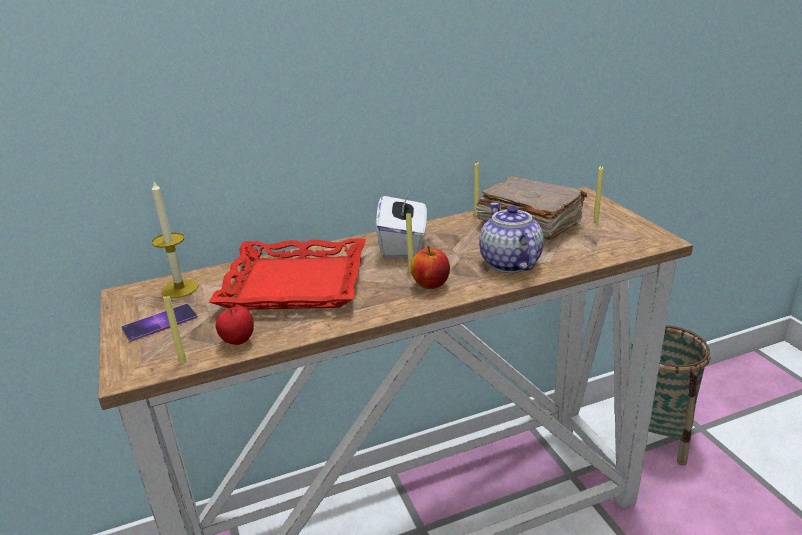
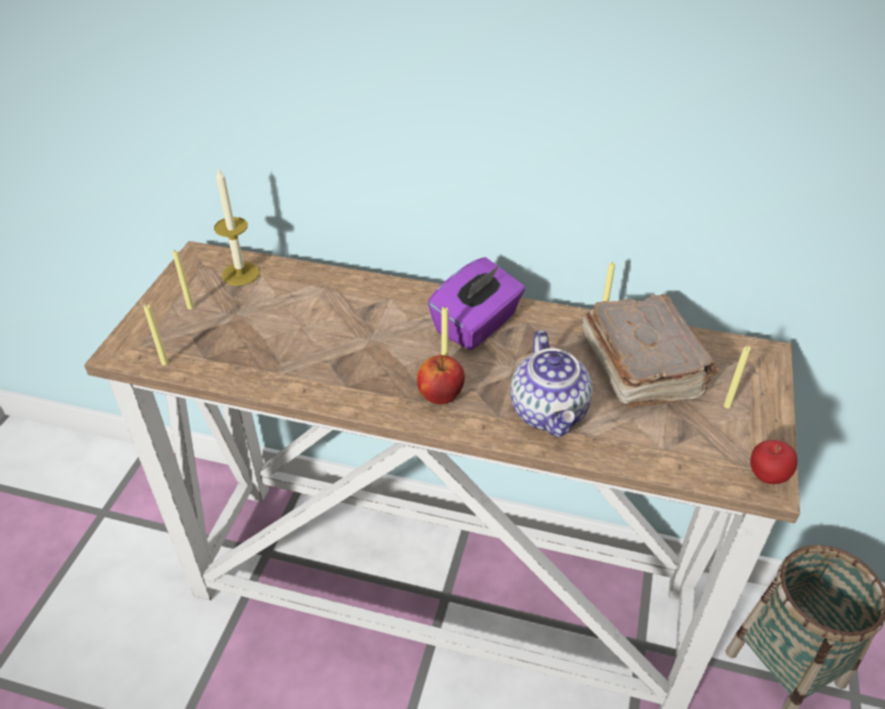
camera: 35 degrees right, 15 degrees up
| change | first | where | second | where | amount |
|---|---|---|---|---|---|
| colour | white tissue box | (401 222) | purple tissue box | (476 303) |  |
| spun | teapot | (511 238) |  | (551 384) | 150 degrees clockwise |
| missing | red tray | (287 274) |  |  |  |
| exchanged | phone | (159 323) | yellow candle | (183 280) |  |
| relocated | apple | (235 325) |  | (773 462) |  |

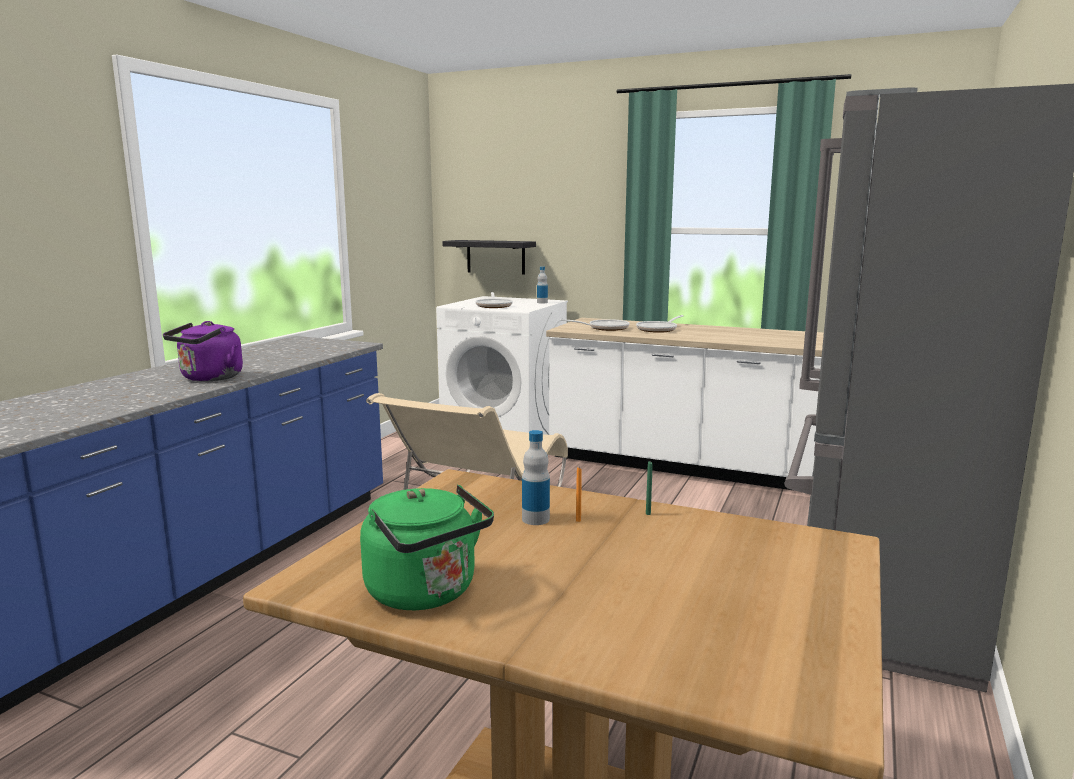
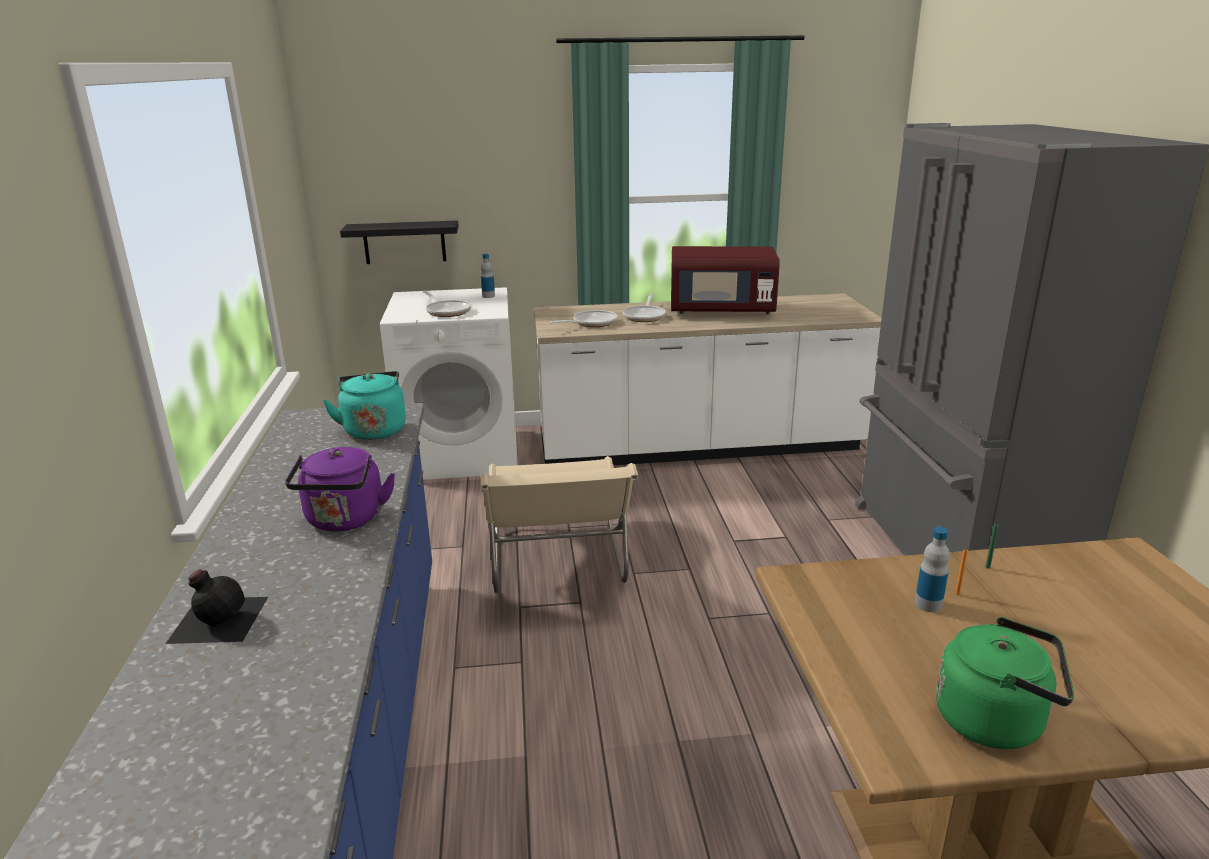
camera: 30 degrees left, 10 degrees up
| change | first | where | second | where | amount |
|---|---|---|---|---|---|
| appeared |  |  | red microwave | (725 280) |  |
| appeared |  |  | turquoise kettle | (364 405) |  |
| appeared |  |  | black bottle | (216 606) |  |

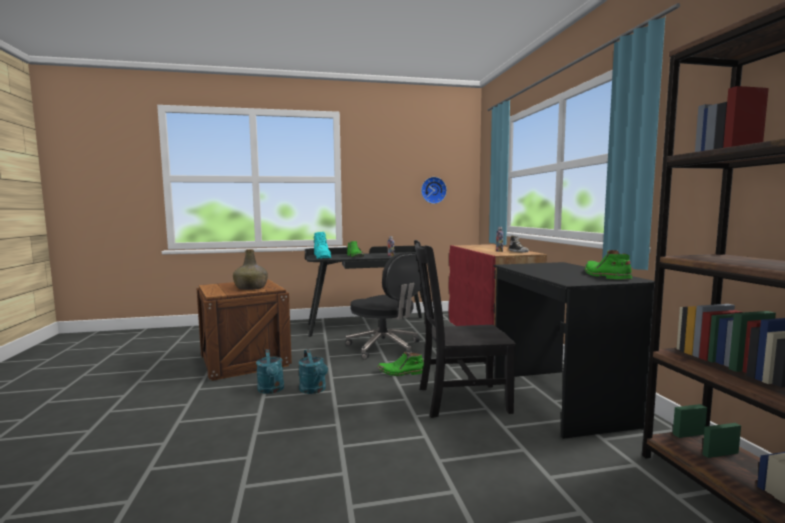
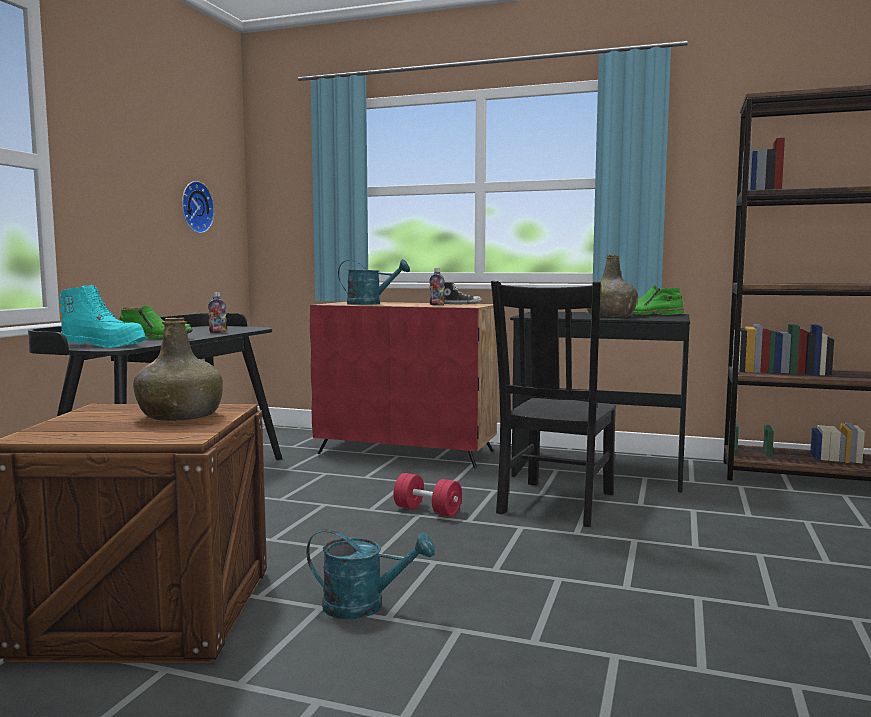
camera: 60 degrees left, 0 degrees up
| change | first | where | second | where | amount |
|---|---|---|---|---|---|
| missing | black office chair | (383 306) |  |  |  |
| relocated | turquoise watering can | (313 371) |  | (374 282) |  |
| exchanged | green boot | (400 364) | red dumbbell | (427 495) |  |
| appeared |  |  | green bottle | (612 286) |  |

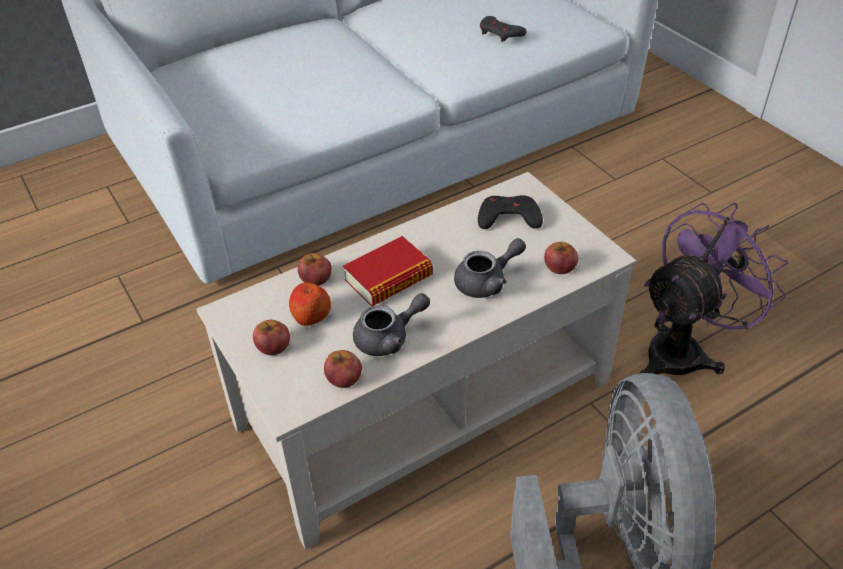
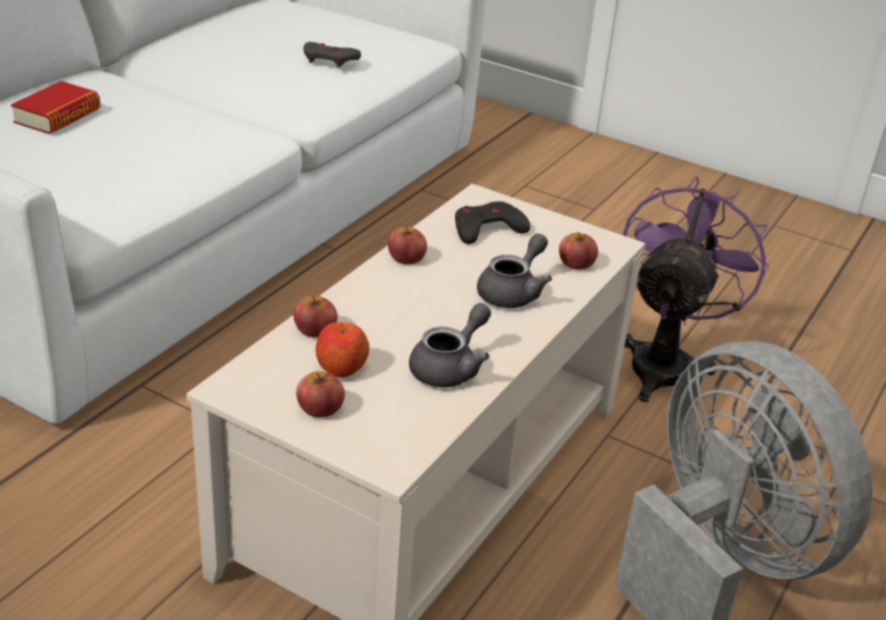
camera: 30 degrees left, 10 degrees down
| change | first | where | second | where | amount |
|---|---|---|---|---|---|
| relocated | book | (388 271) |  | (56 107) |  |
| relocated | apple | (343 369) |  | (407 244) |  |

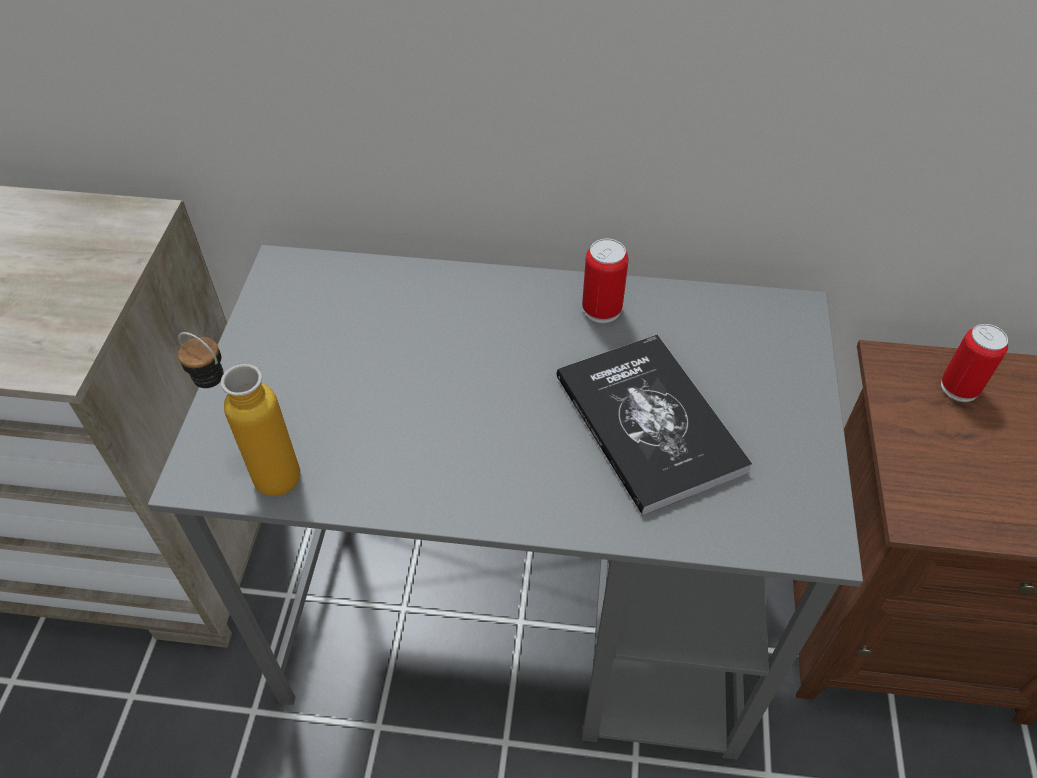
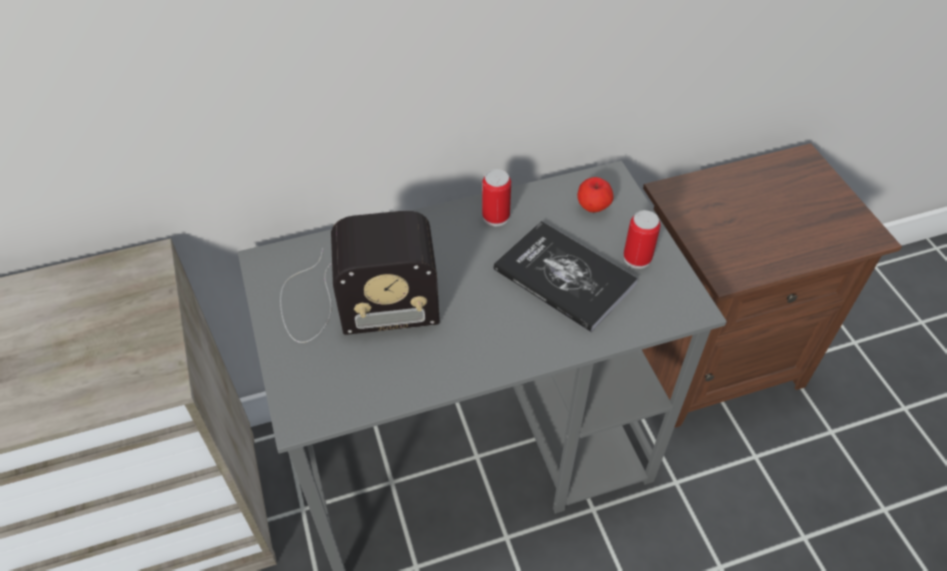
camera: 25 degrees left, 0 degrees up
| change | first | where | second | where | amount |
|---|---|---|---|---|---|
| relocated | can | (974 363) |  | (642 239) |  |
| missing | bottle | (239 414) |  |  |  |
| appeared |  |  | apple | (595 195) |  |
| appeared |  |  | radio | (360 277) |  |

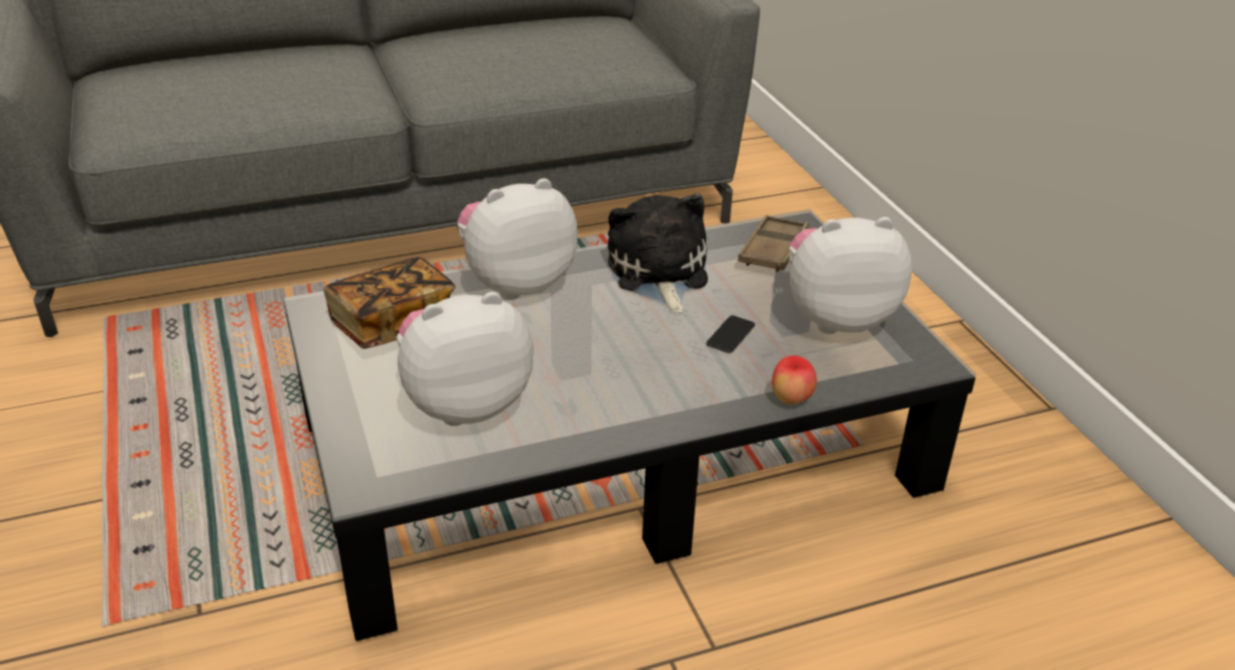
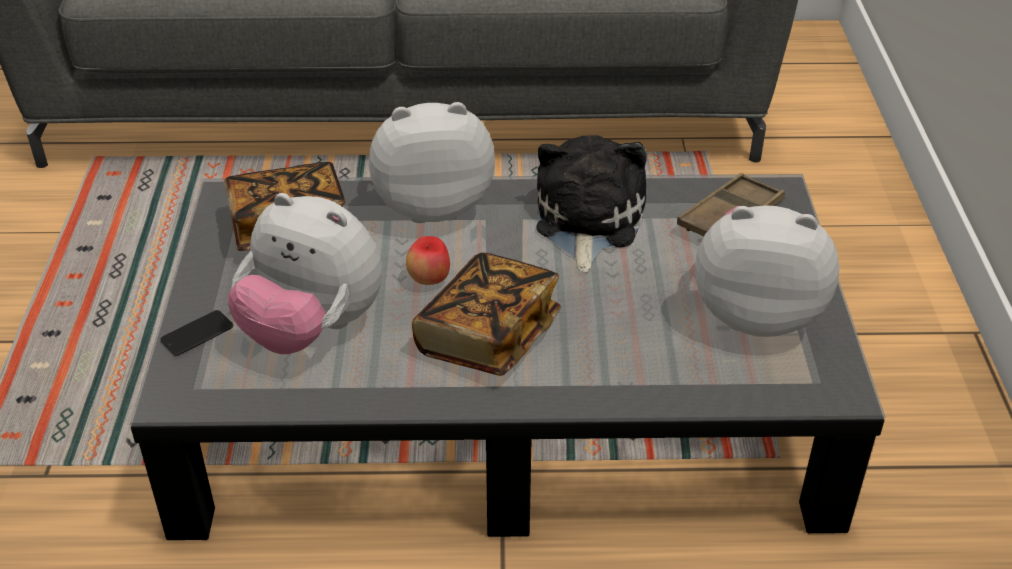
camera: 20 degrees right, 5 degrees up
| change | first | where | second | where | amount |
|---|---|---|---|---|---|
| spun | plush toy | (465 359) |  | (305 273) | 150 degrees counterclockwise |
| relocated | phone | (730 334) |  | (196 333) |  |
| relocated | apple | (794 379) |  | (428 260) |  |
| appeared |  |  | book | (486 314) |  |

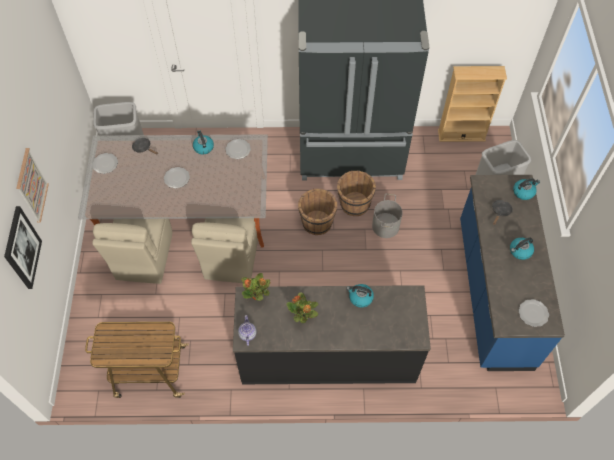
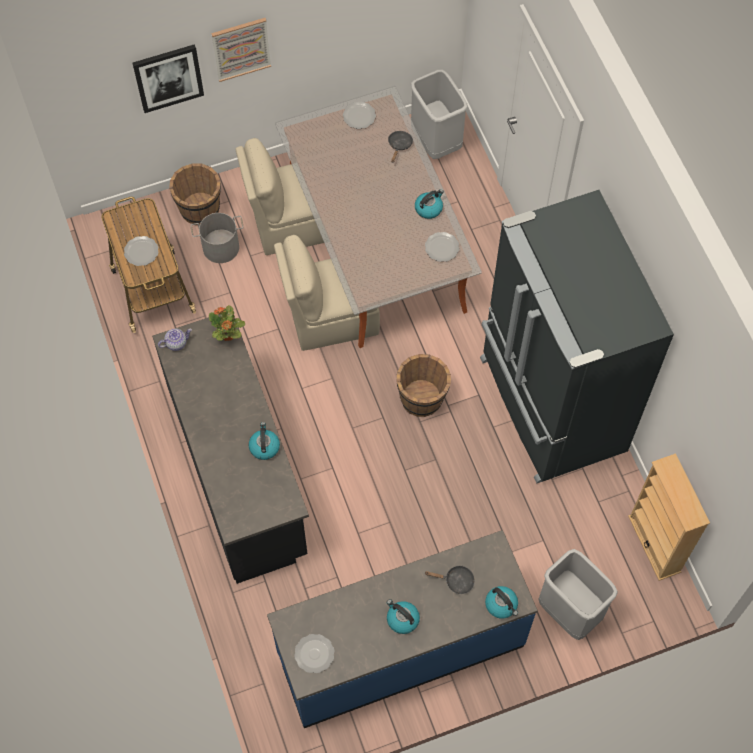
camera: 70 degrees right, 5 degrees up
| change | first | where | second | where | amount |
|---|---|---|---|---|---|
| relocated | plate | (177 178) |  | (141 251) |  |
| relocated | brown bucket | (356 193) |  | (195 194) |  |
| relocated | grey bucket | (387 216) |  | (217 238) |  |
| missing | potted plant | (302 307) |  |  |  |

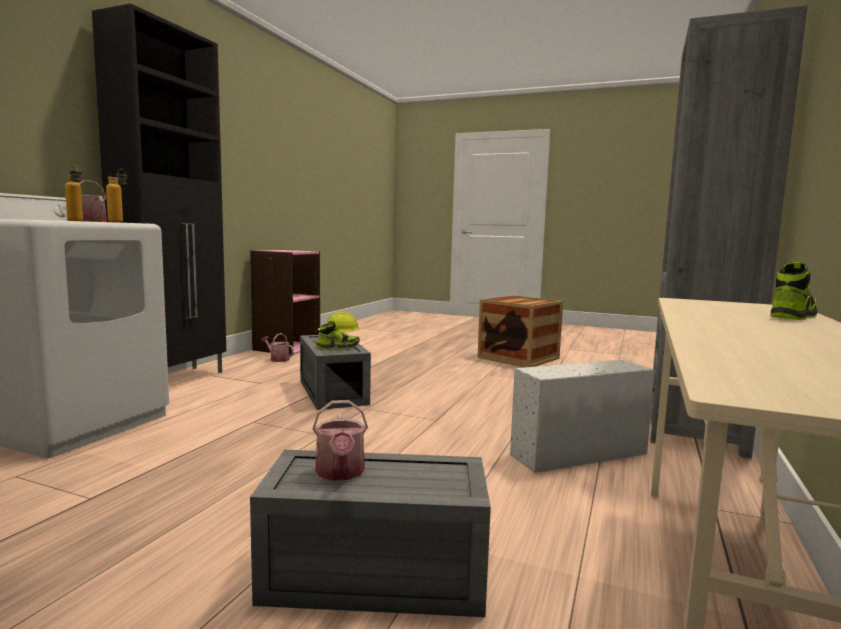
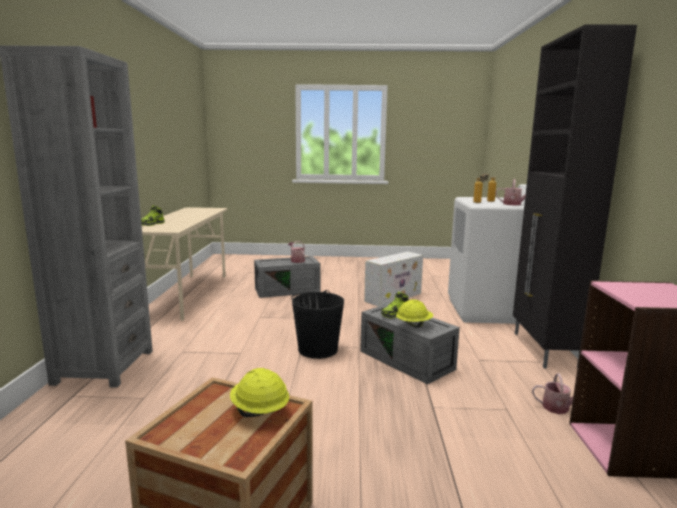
camera: 160 degrees right, 5 degrees up
| change | first | where | second | where | amount |
|---|---|---|---|---|---|
| relocated | white storage box | (582 416) |  | (393 279) |  |
| appeared |  |  | black bucket | (317 324) |  |
| appeared |  |  | yellow hard hat | (259 392) |  |

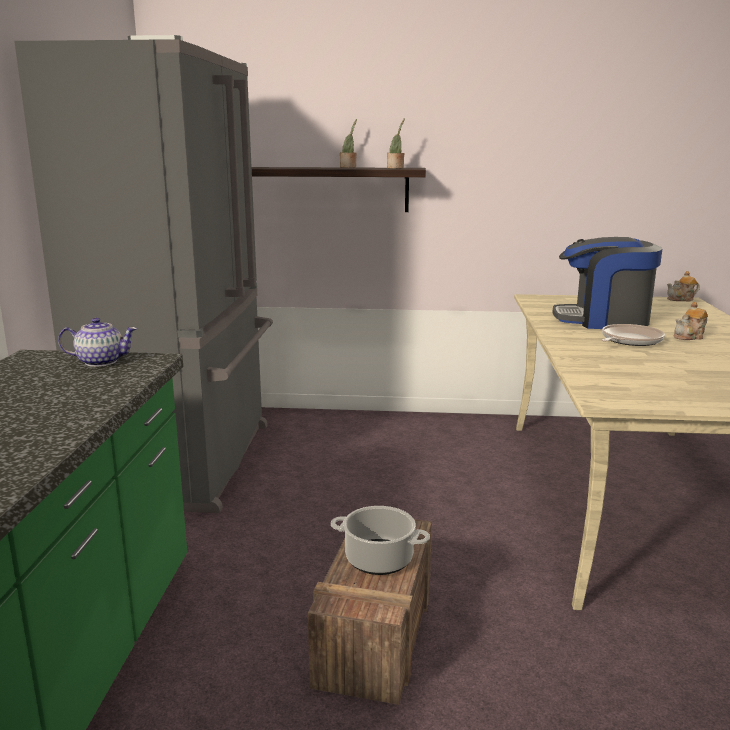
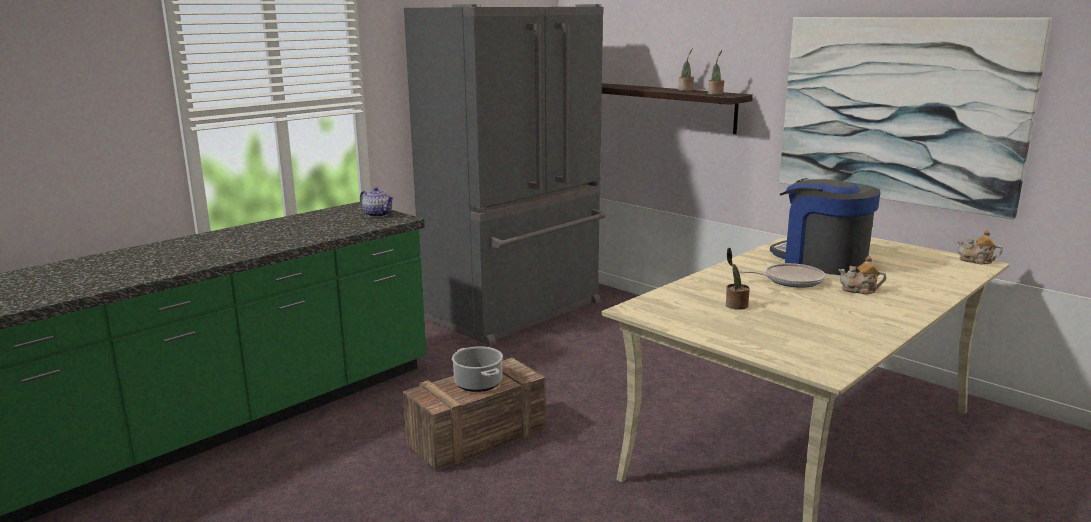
camera: 40 degrees right, 0 degrees up
| change | first | where | second | where | amount |
|---|---|---|---|---|---|
| appeared |  |  | picture | (915 118) |  |
| appeared |  |  | potted plant | (738 279) |  |

